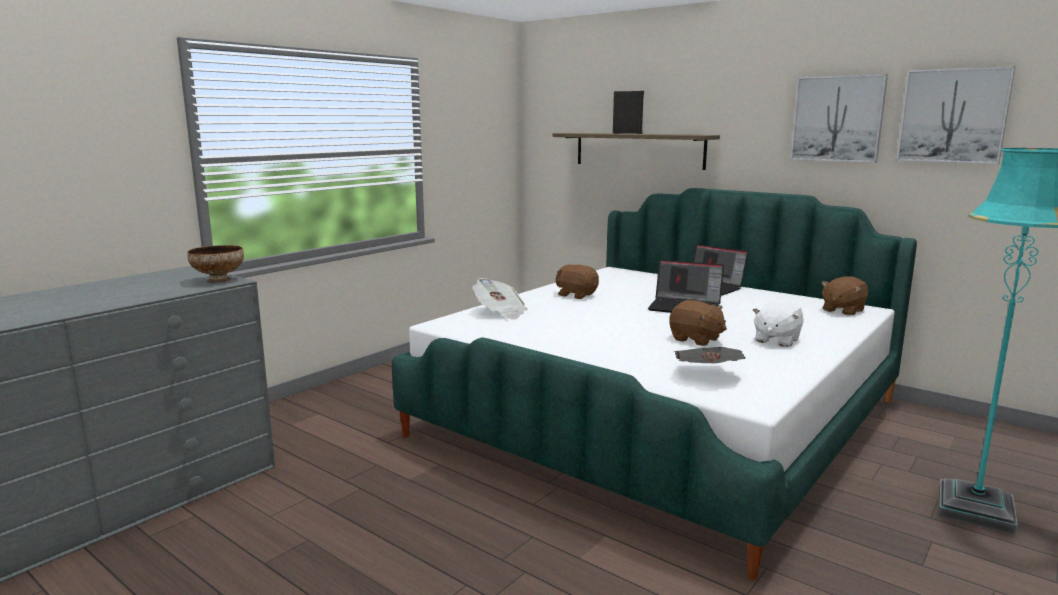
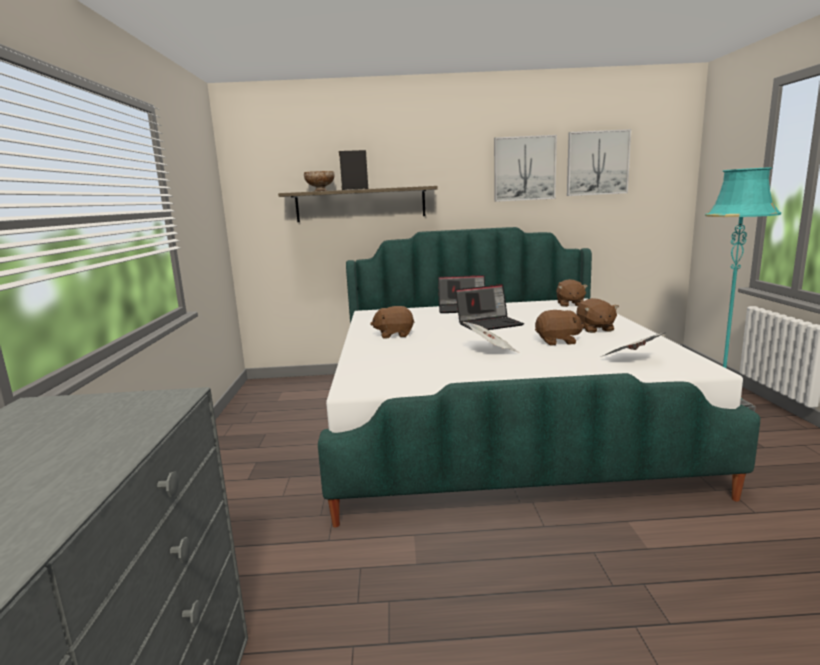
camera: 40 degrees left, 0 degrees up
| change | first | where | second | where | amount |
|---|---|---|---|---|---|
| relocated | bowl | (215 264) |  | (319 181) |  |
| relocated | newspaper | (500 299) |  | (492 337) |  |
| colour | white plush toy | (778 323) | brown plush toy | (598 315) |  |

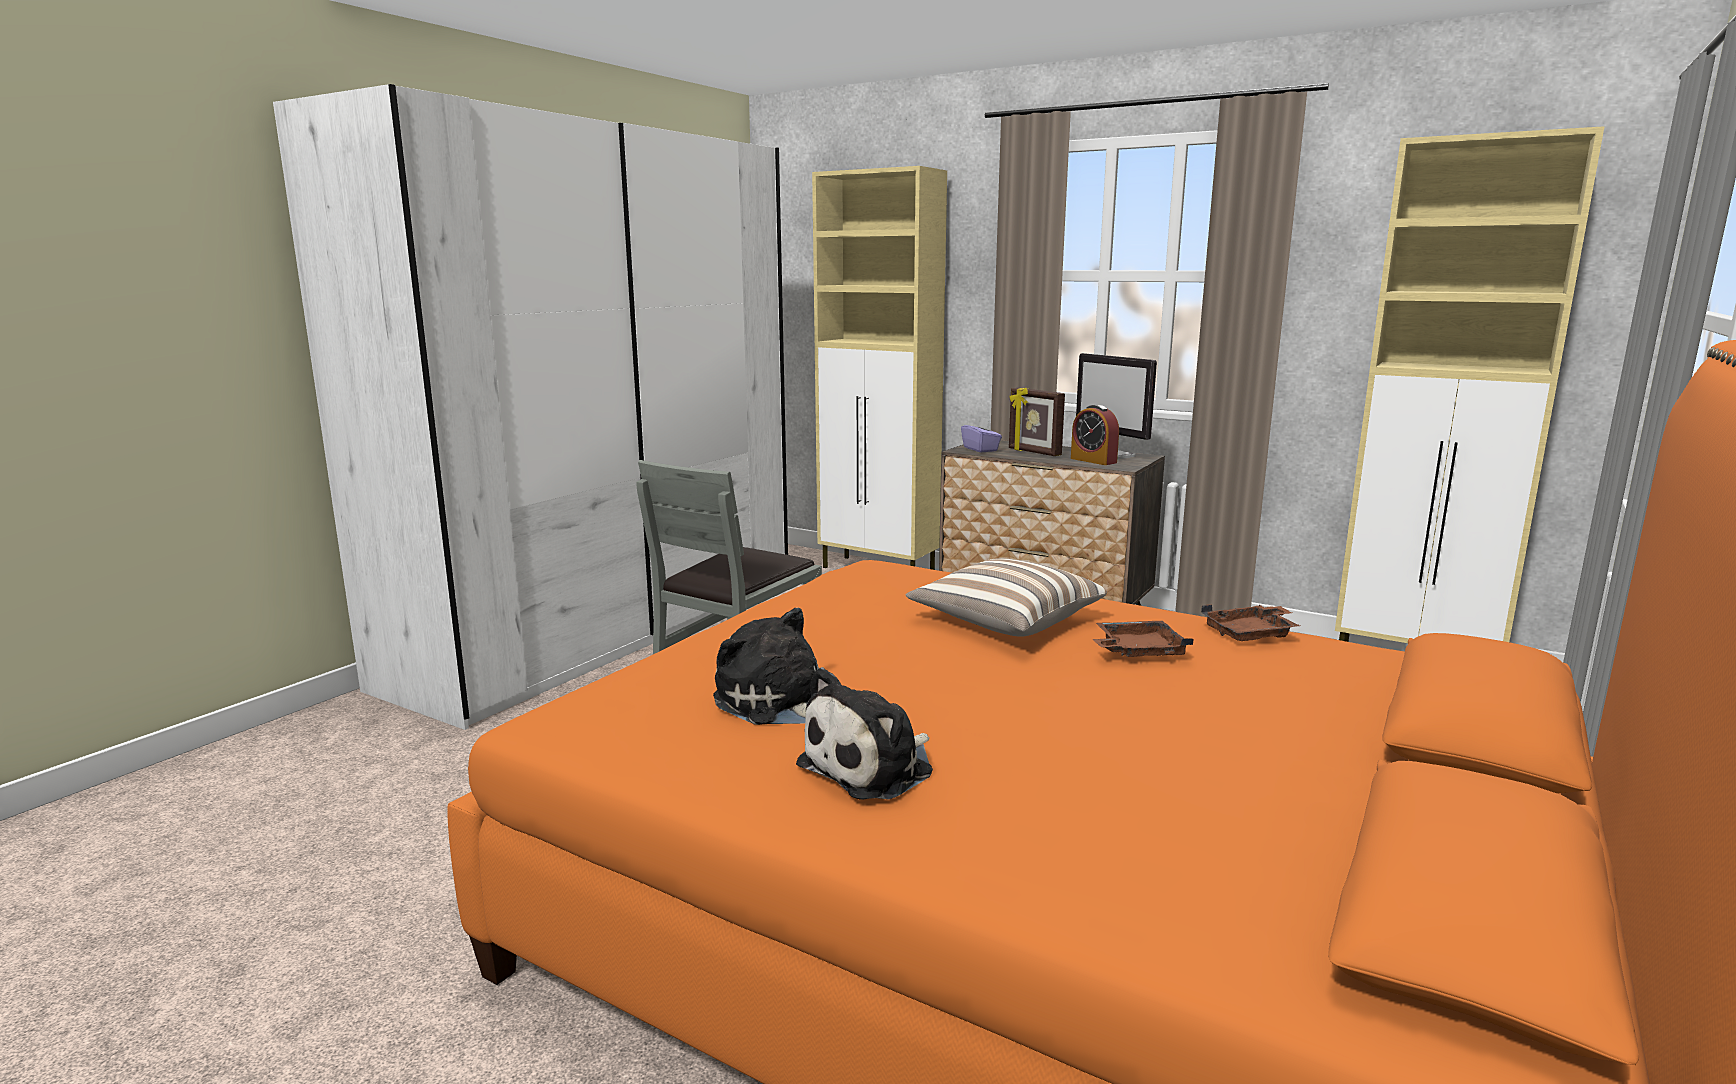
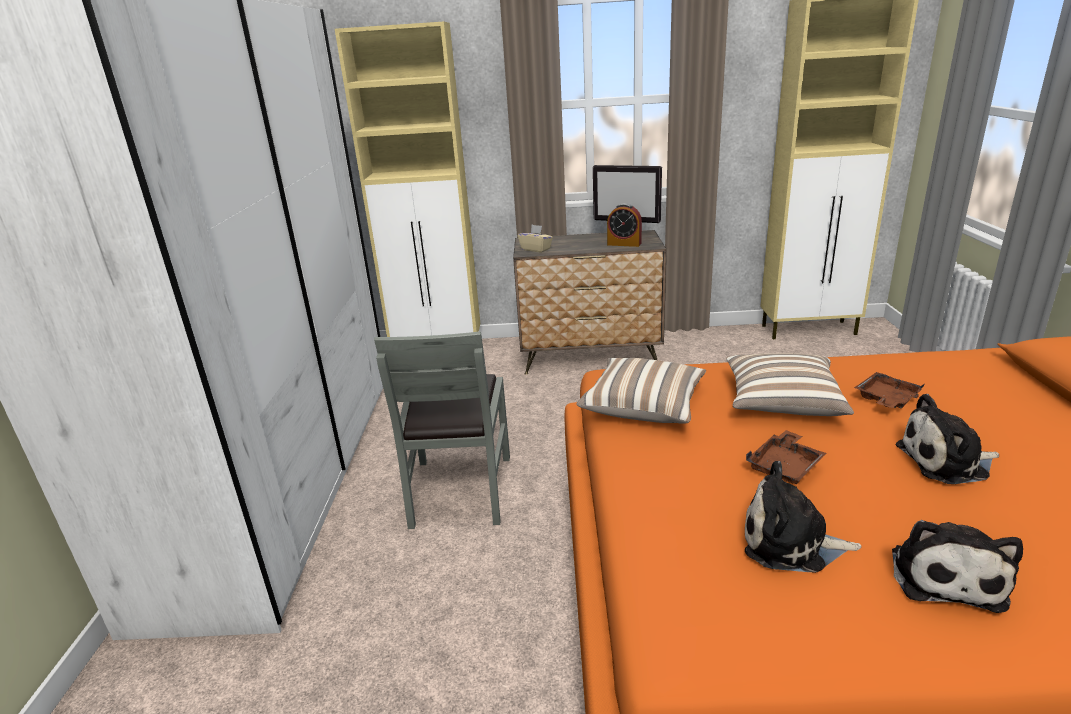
camera: 30 degrees left, 10 degrees up
| change | first | where | second | where | amount |
|---|---|---|---|---|---|
| missing | picture frame | (1037 422) |  |  |  |
| colour | purple tissue box | (981 434) | beige tissue box | (535 238) |  |
| relocated | brown tray | (1250 622) |  | (786 457) |  |
| appeared |  |  | pillow | (641 391) |  |
| appeared |  |  | plush toy | (947 439) |  |

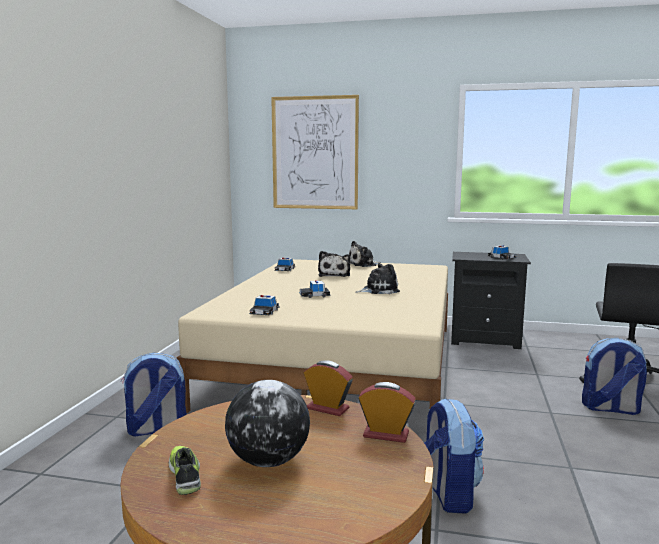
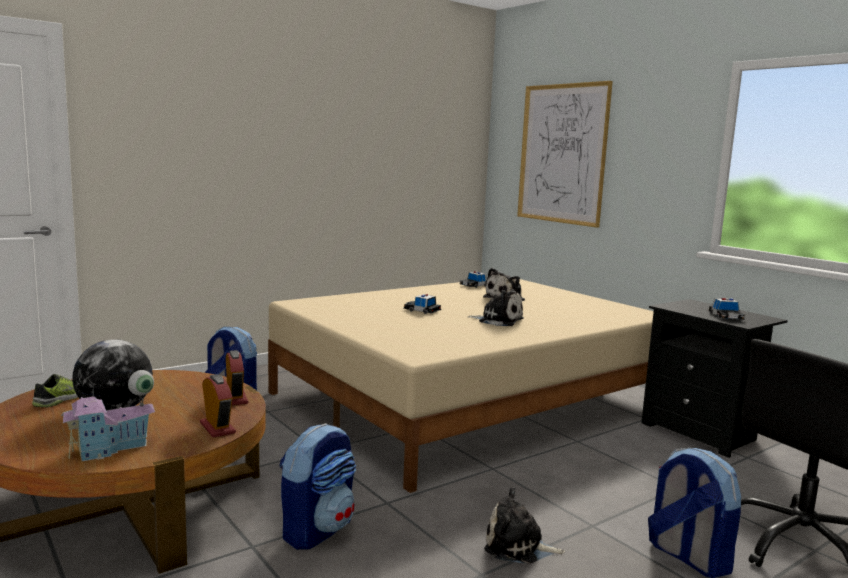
camera: 40 degrees right, 0 degrees up
| change | first | where | second | where | amount |
|---|---|---|---|---|---|
| relocated | plush toy | (365 254) |  | (524 525) |  |
| missing | toy car | (264 305) |  |  |  |
| appeared |  |  | toy house | (108 415) |  |

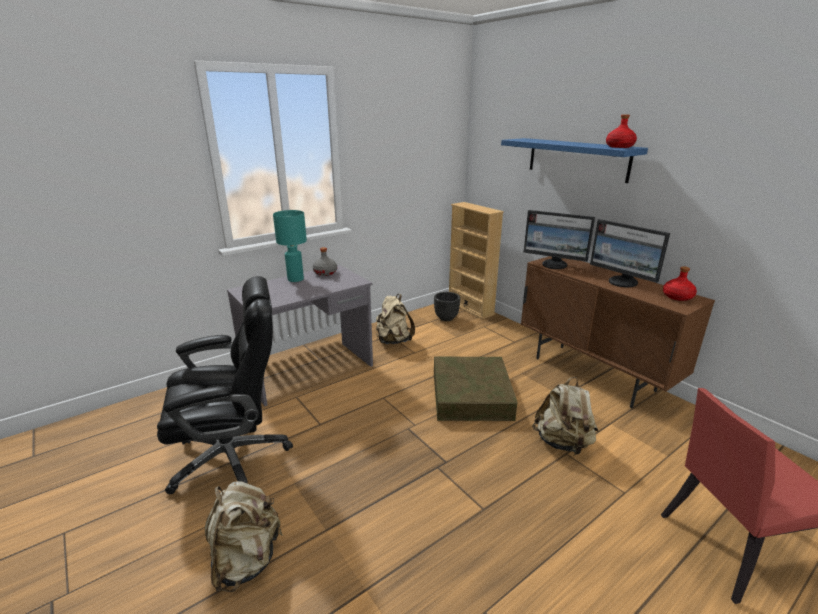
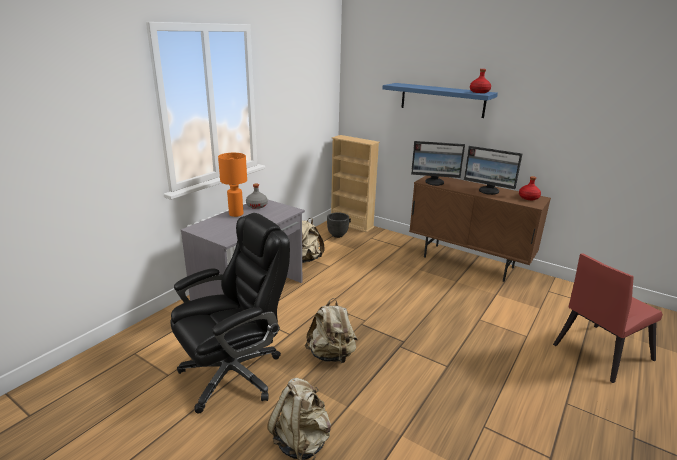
camera: 20 degrees left, 0 degrees up
| change | first | where | second | where | amount |
|---|---|---|---|---|---|
| colour | turquoise table lamp | (290 246) | orange table lamp | (232 185) |  |
| missing | brown storage box | (476 388) |  |  |  |
| relocated | beige backpack | (565 416) |  | (331 330) |  |

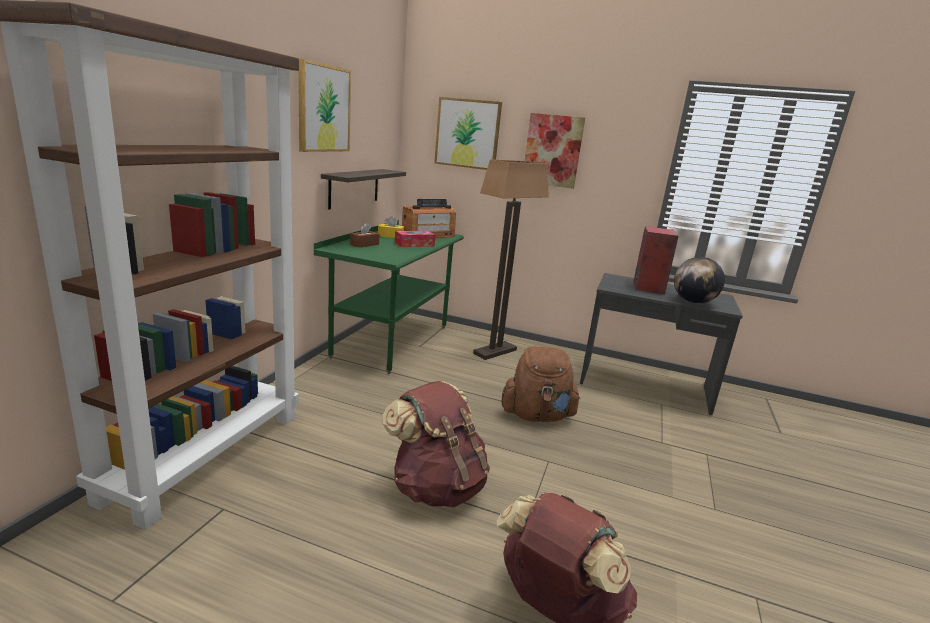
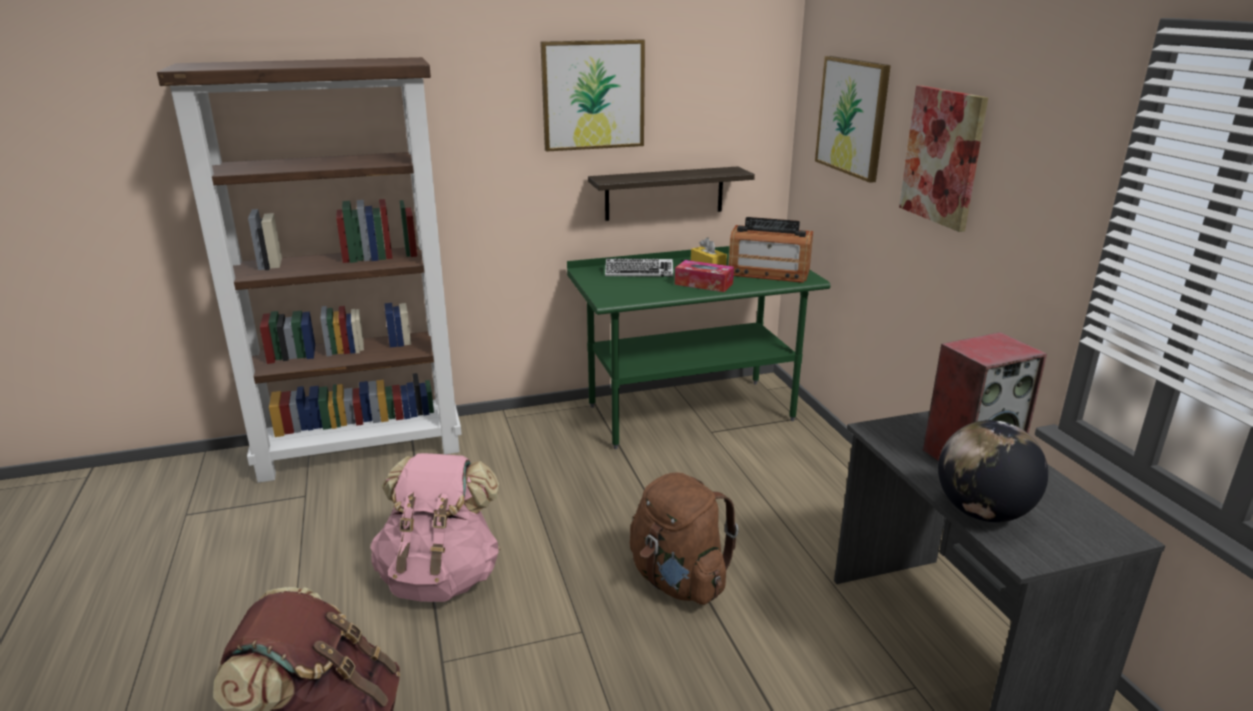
camera: 55 degrees right, 5 degrees up
| change | first | where | second | where | amount |
|---|---|---|---|---|---|
| missing | floor lamp | (511 259) |  |  |  |
| exchanged | brown tissue box | (364 235) | keyboard | (639 267) |  |
| colour | brown backpack | (436 444) | pink backpack | (435 527) |  |

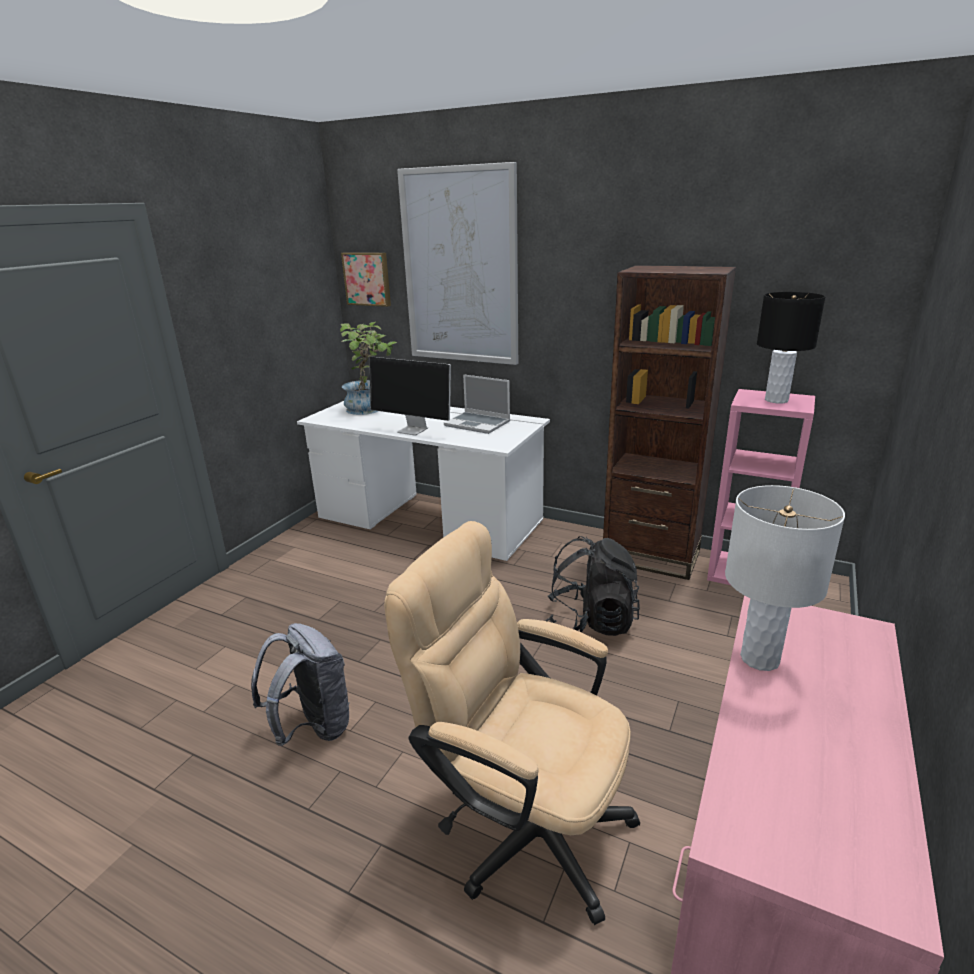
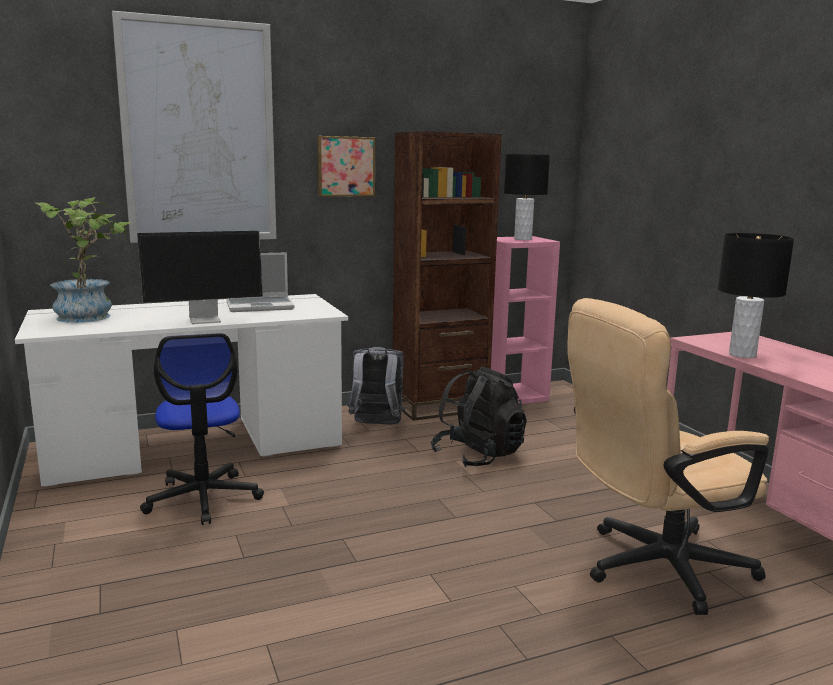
camera: 50 degrees left, 10 degrees down
| change | first | where | second | where | amount |
|---|---|---|---|---|---|
| relocated | picture | (366 279) |  | (346 166) |  |
| colour | white table lamp | (785 578) | black table lamp | (756 295) |  |
| relocated | grey backpack | (300 684) |  | (377 386) |  |
| appeared |  |  | office chair | (202 429) |  |

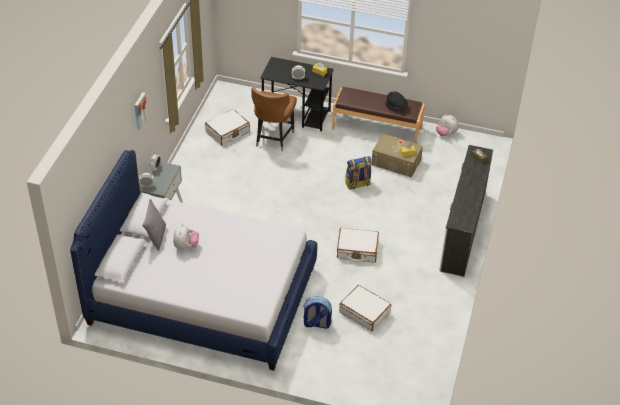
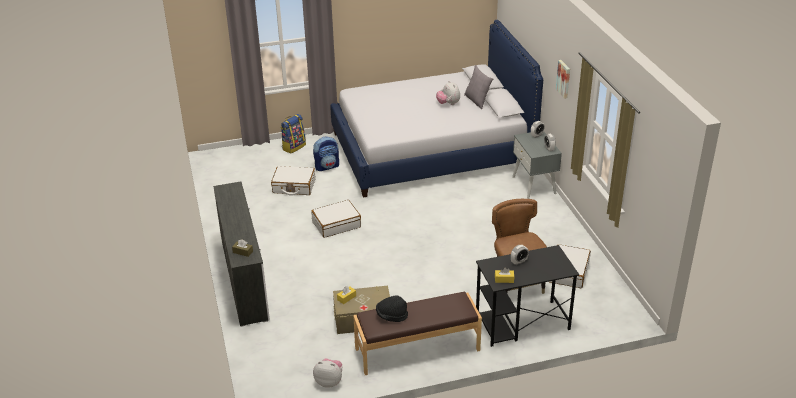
camera: 150 degrees right, 10 degrees down
| change | first | where | second | where | amount |
|---|---|---|---|---|---|
| relocated | backpack | (358 173) |  | (293 133) |  |

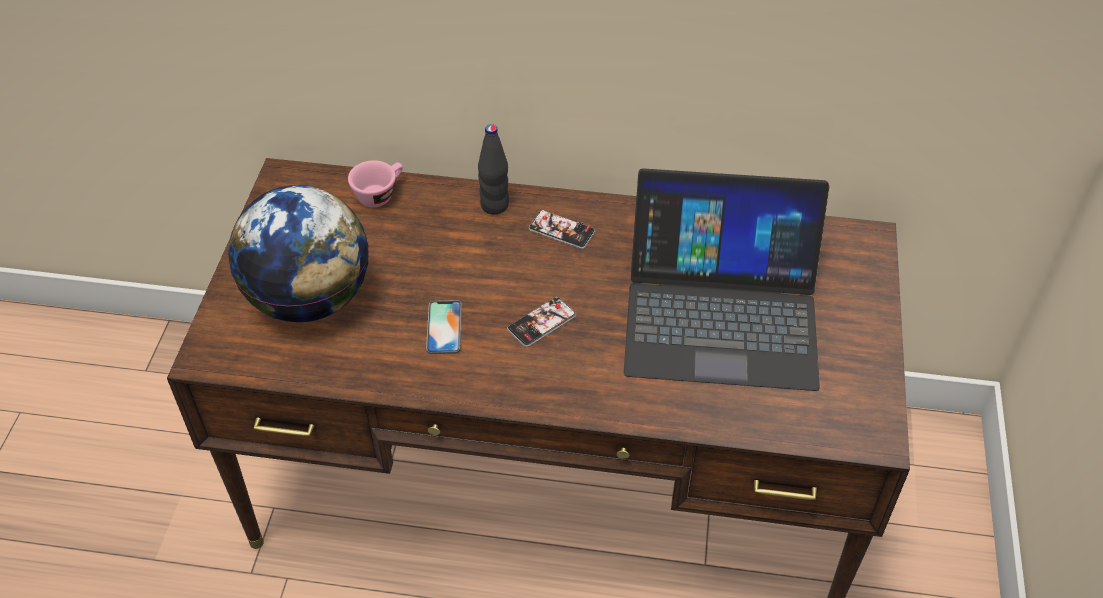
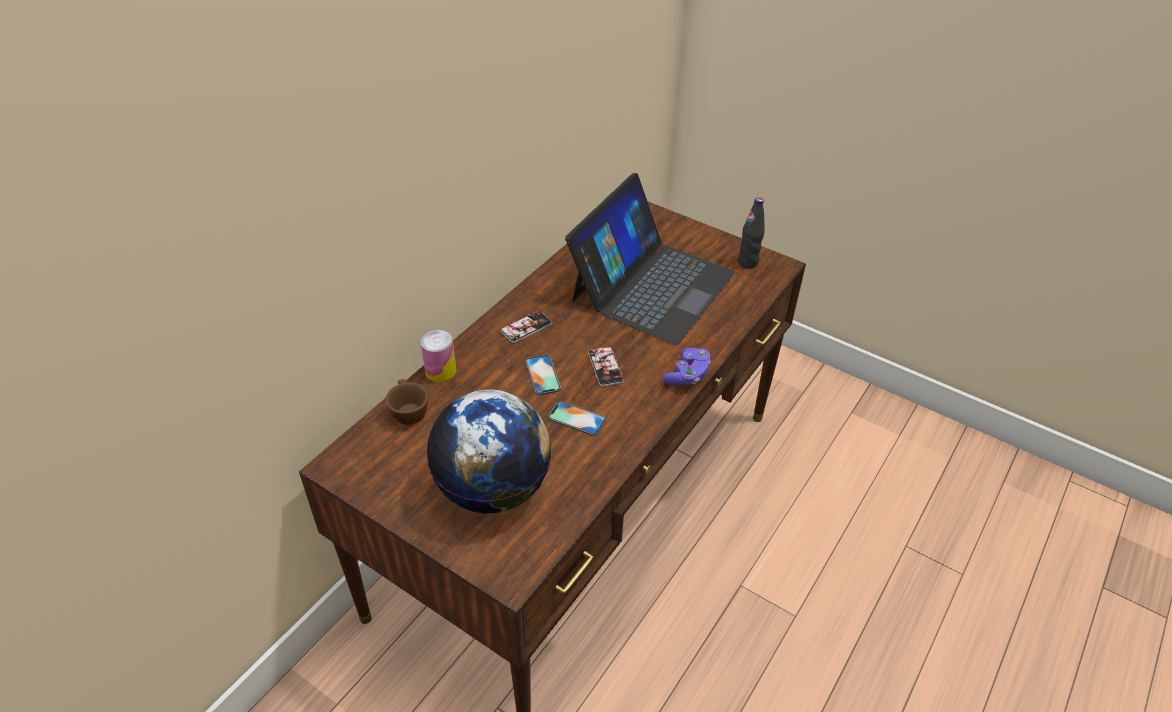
camera: 65 degrees left, 5 degrees down
| change | first | where | second | where | amount |
|---|---|---|---|---|---|
| relocated | black bottle | (493 169) |  | (751 233) |  |
| colour | pink cup | (375 183) | brown cup | (407 402) |  |
| appeared |  |  | can | (438 356) |  |
| appeared |  |  | purple game controller | (687 367) |  |
| appeared |  |  | phone | (543 375) |  |

